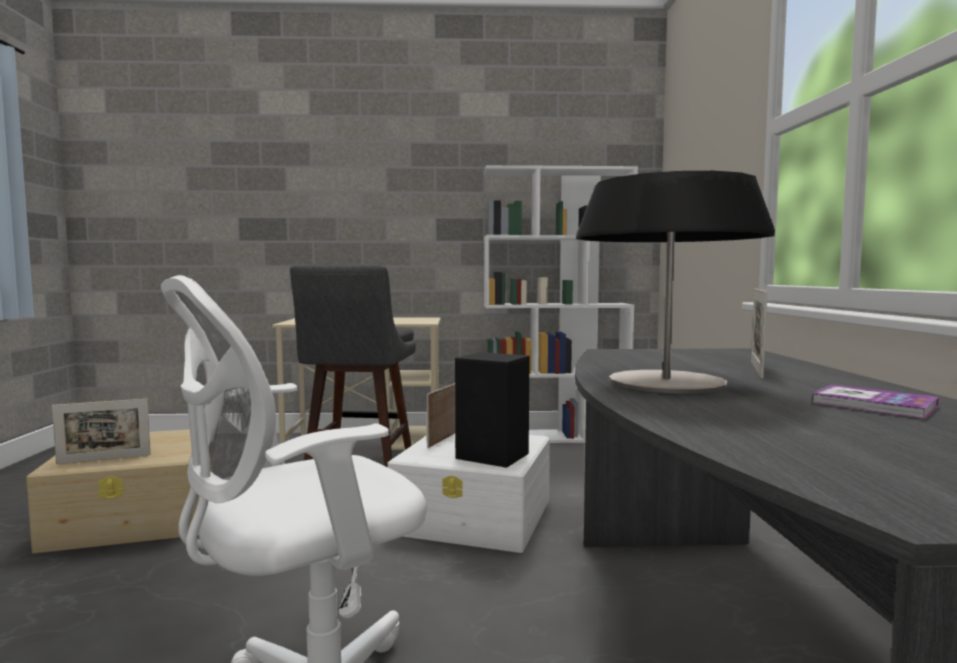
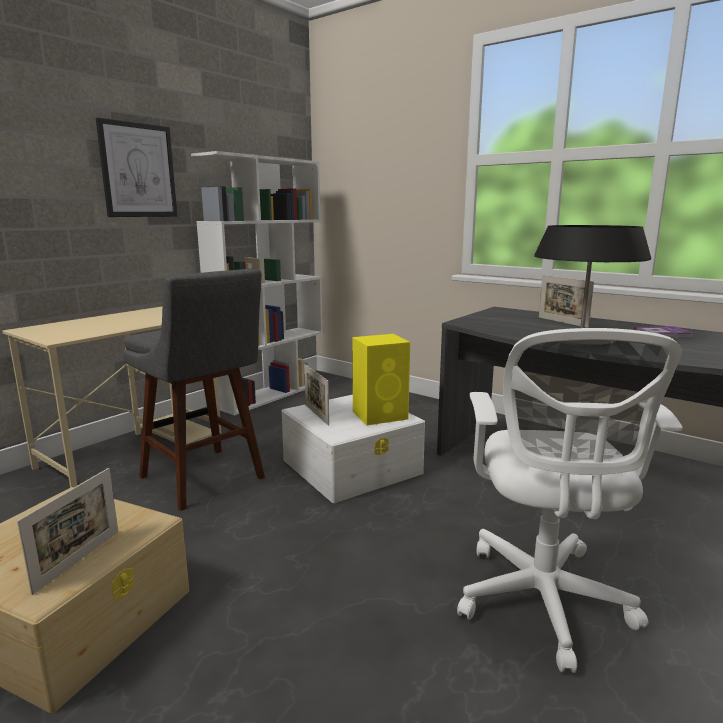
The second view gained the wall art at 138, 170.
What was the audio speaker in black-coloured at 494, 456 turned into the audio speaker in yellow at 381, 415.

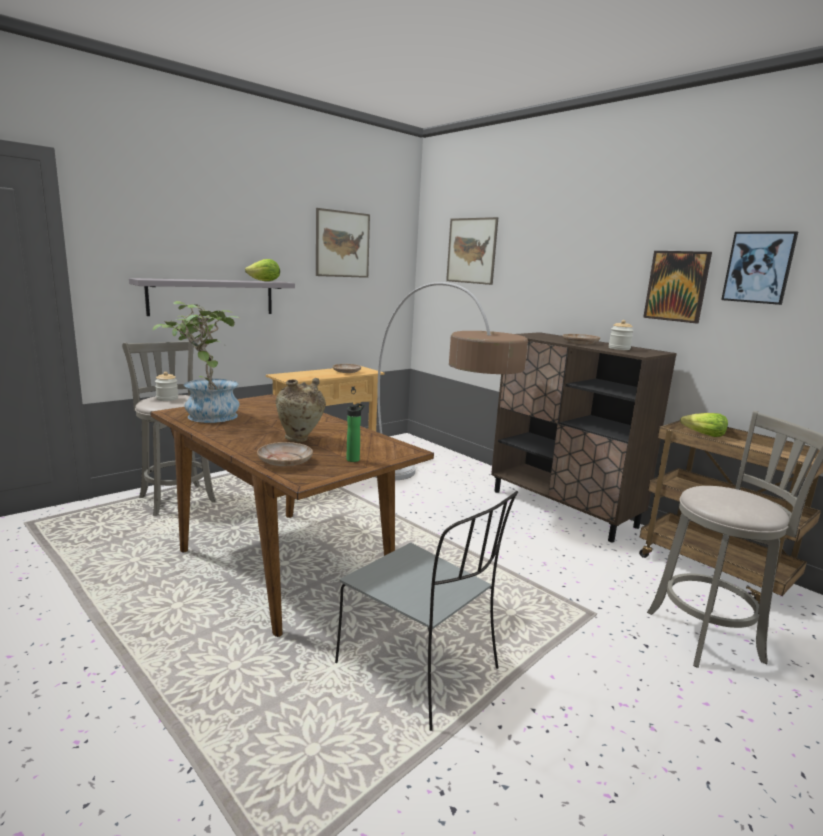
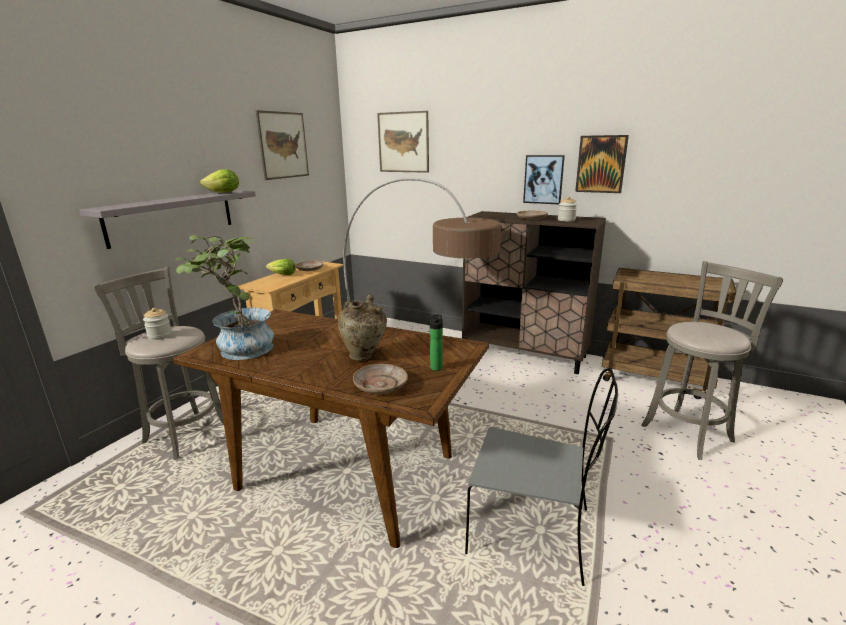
The lettuce ended up elsewhere, having gone from 703, 435 to 282, 275.
The wall art ended up elsewhere, having gone from 758, 267 to 543, 179.

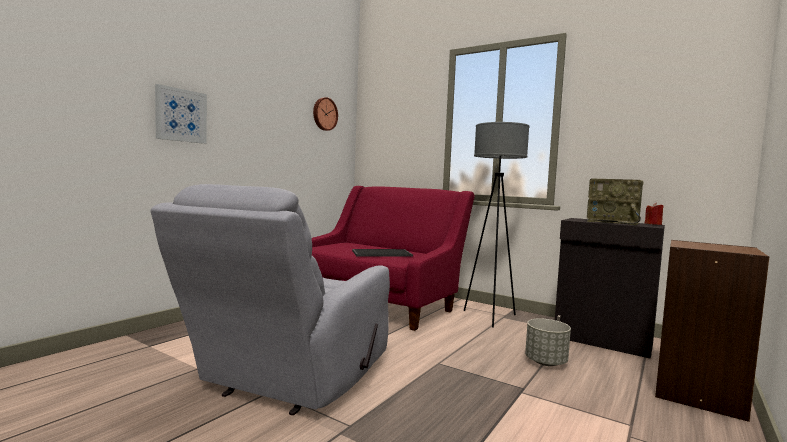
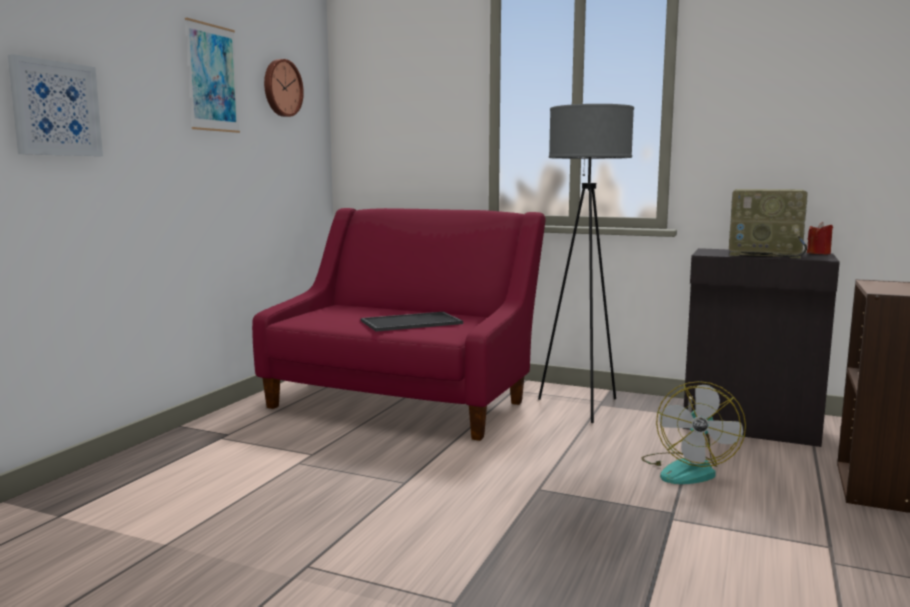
The second view lost the armchair in greyish at 289, 381.
The second view gained the wall art at 212, 78.
Where the plant pot in greyish stood at 546, 362, the cooling fan came to stand at 688, 469.

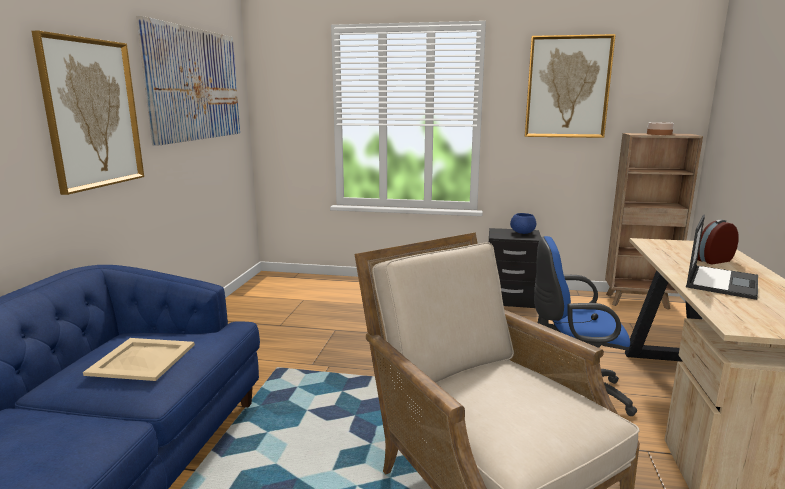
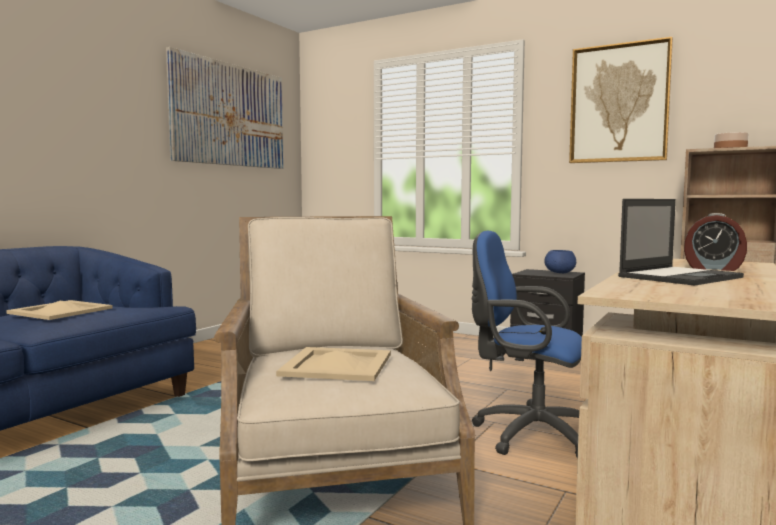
The second view lost the wall art at 92, 114.
The second view gained the carrying tray in beige-coloured at 336, 364.
The alarm clock at 712, 260 ended up facing another way, 150 degrees counterclockwise from before.

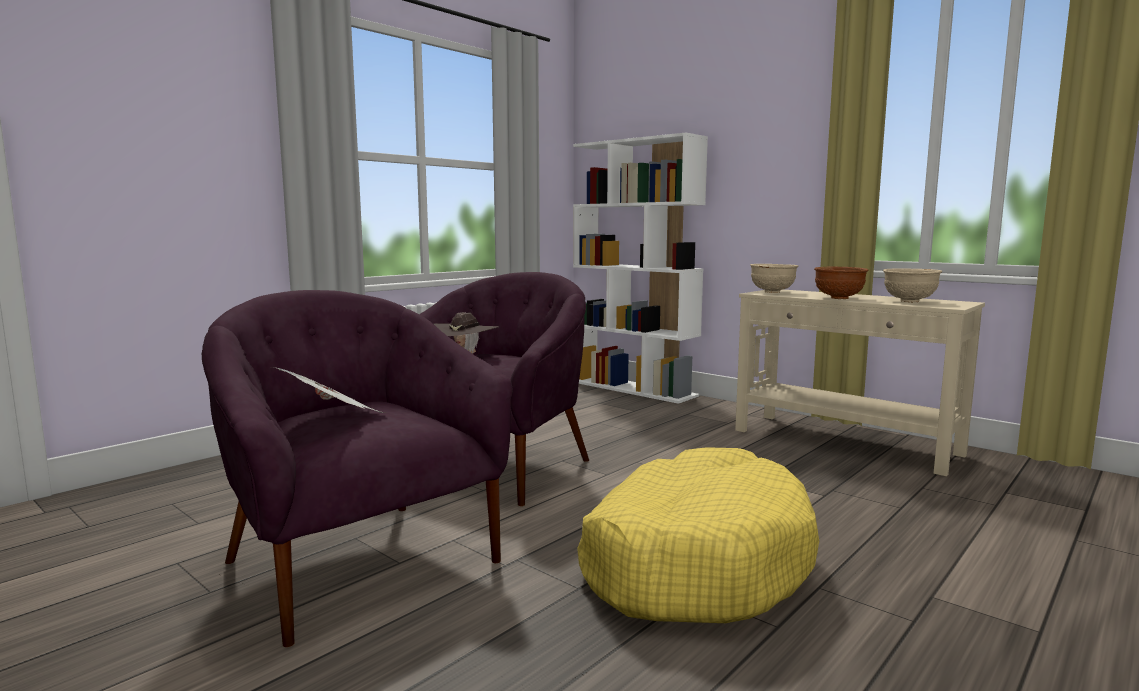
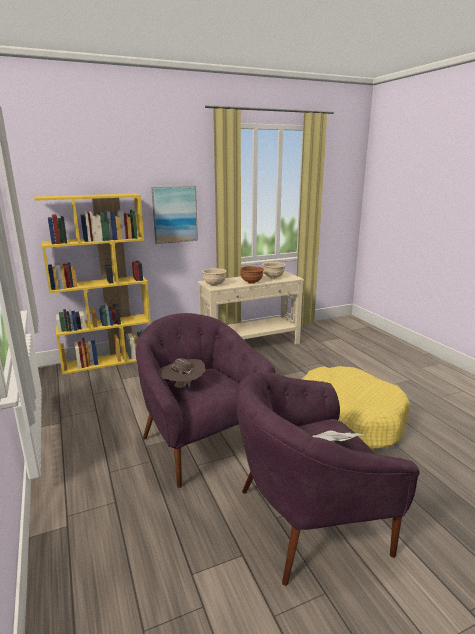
The second view gained the wall art at 175, 214.
What was the shelving unit in white-coloured at 634, 389 turned into the shelving unit in yellow at 108, 361.

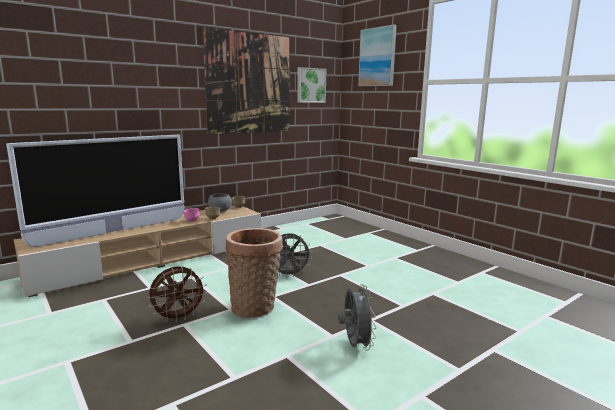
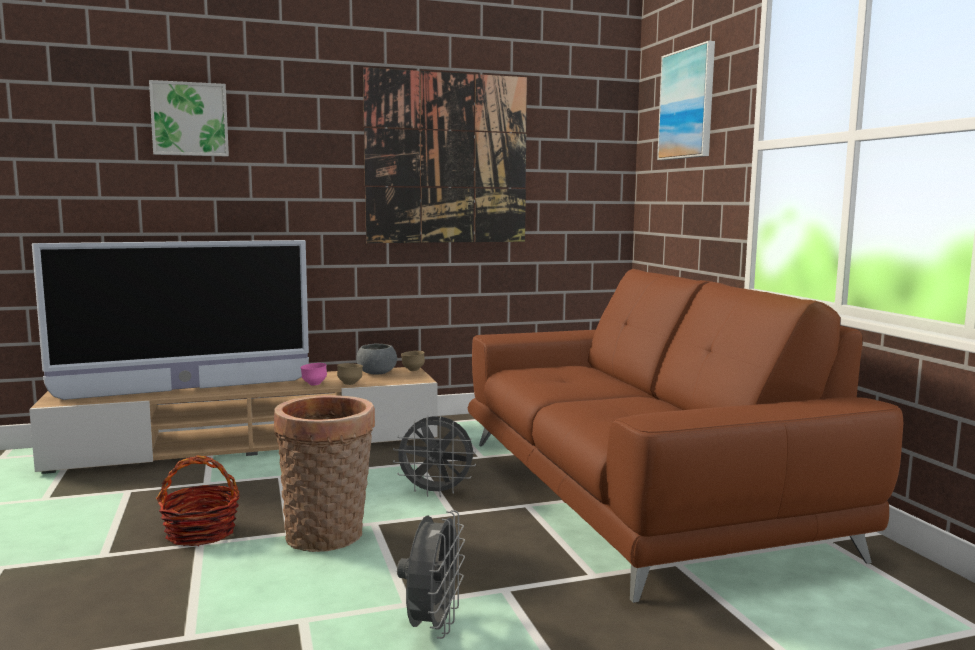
The second view gained the sofa in brown at 637, 493.
The wall art ended up elsewhere, having gone from 310, 85 to 190, 119.
Where the cooling fan in brown stood at 178, 317, the storage basket came to stand at 201, 533.

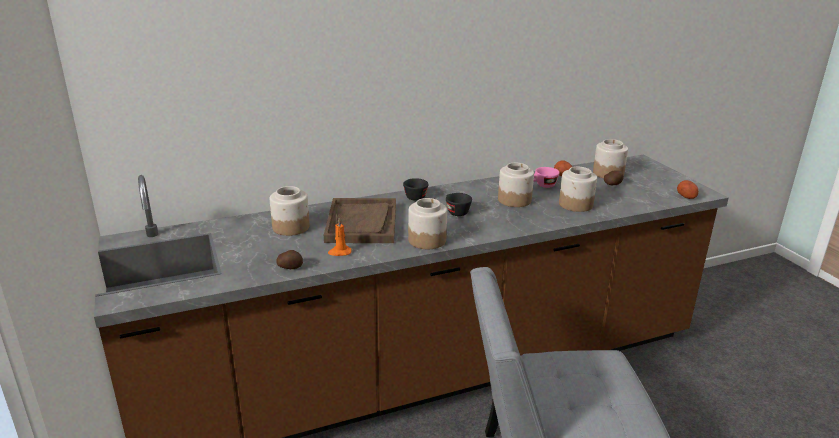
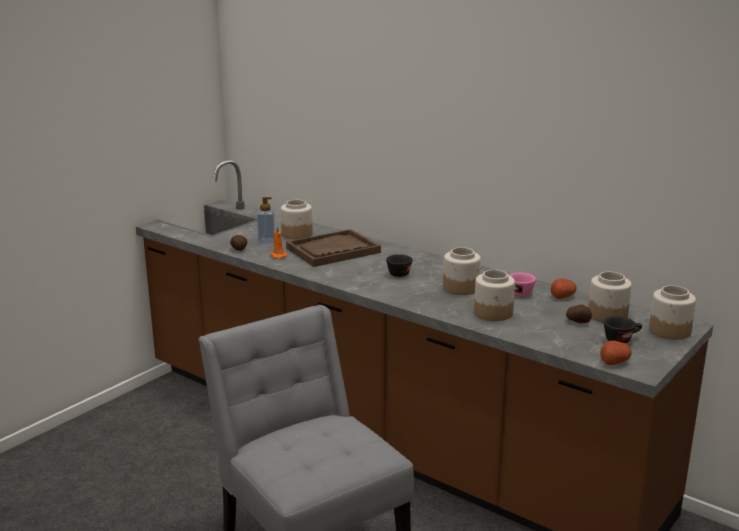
The second view gained the soap bottle at 266, 241.
The cup in black-coloured ended up elsewhere, having gone from 416, 196 to 621, 339.
The storage jar ended up elsewhere, having gone from 427, 240 to 670, 331.

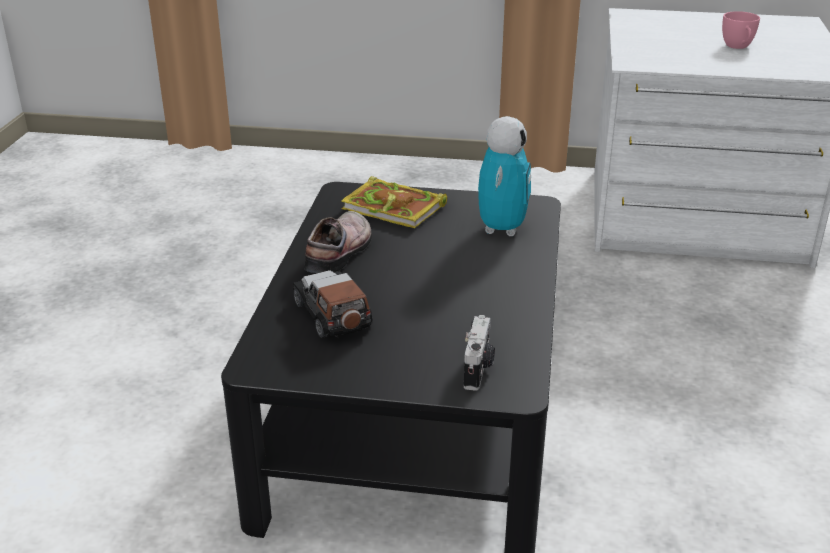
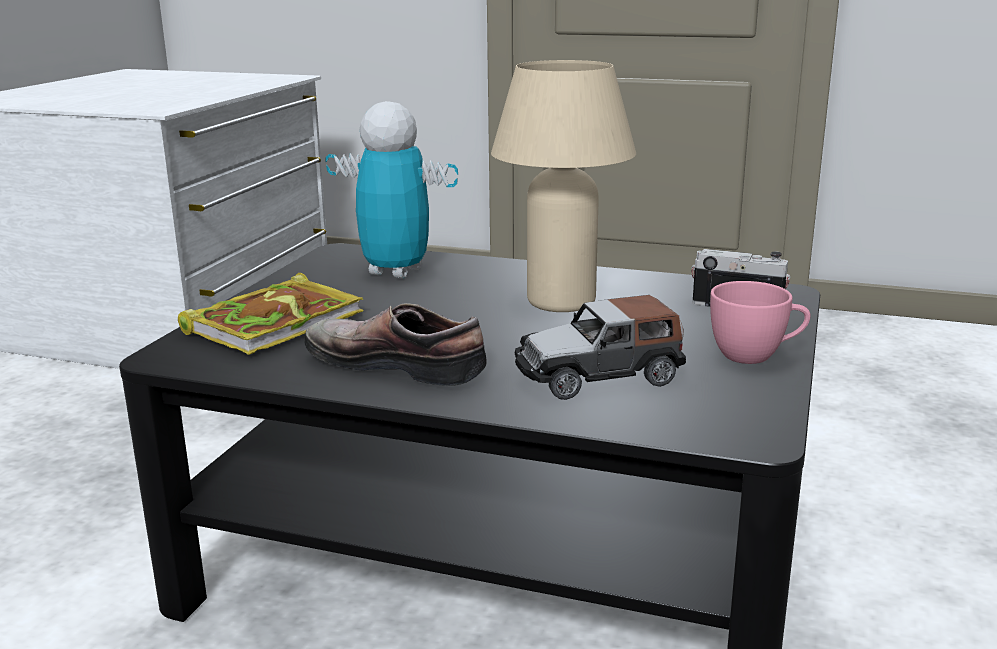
The second view gained the table lamp in beige-coloured at 561, 302.
The cup in pink-coloured ended up elsewhere, having gone from 738, 47 to 756, 356.

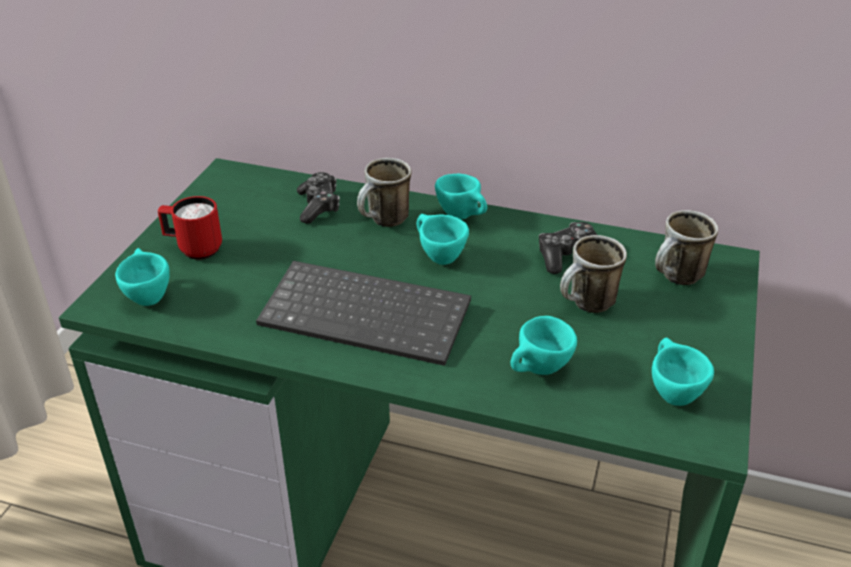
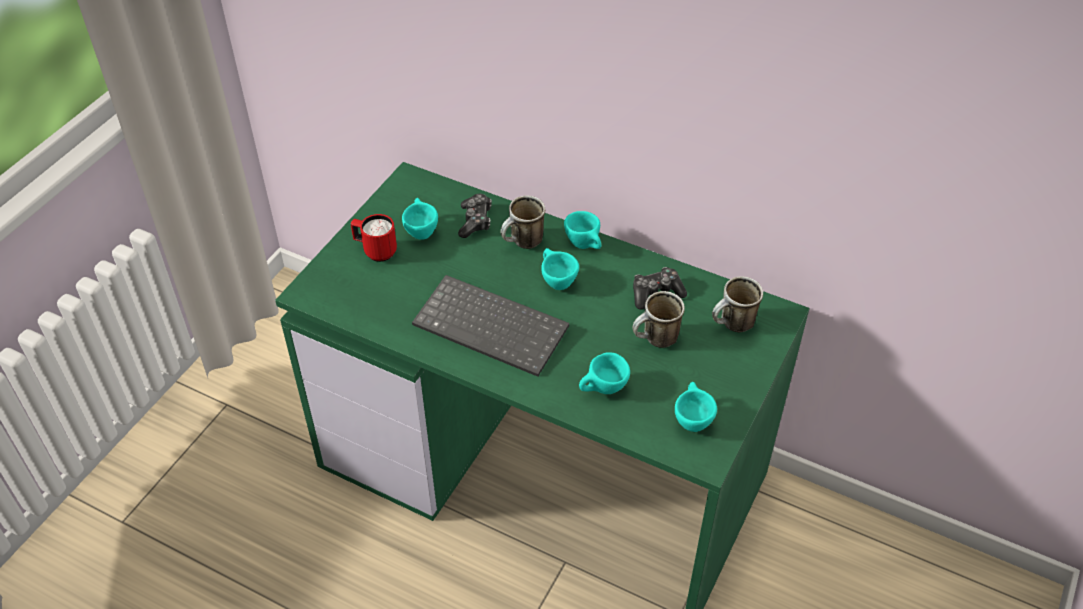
The cup in blue-green ended up elsewhere, having gone from 147, 296 to 420, 231.

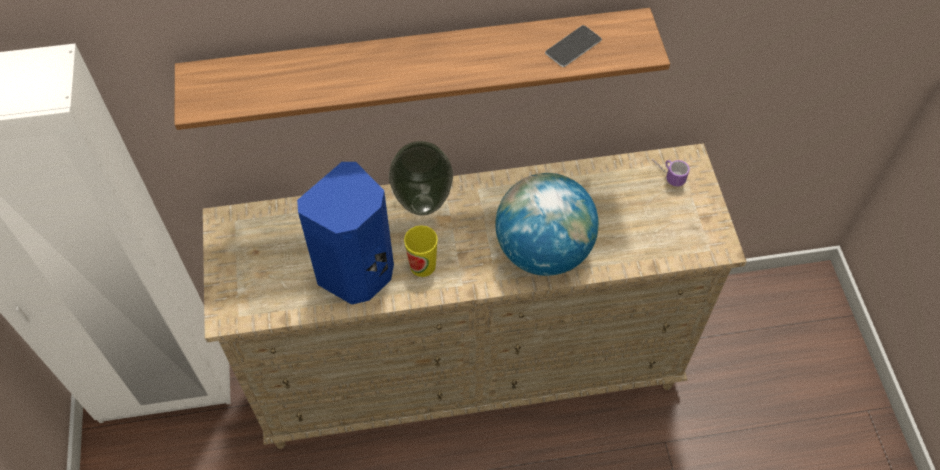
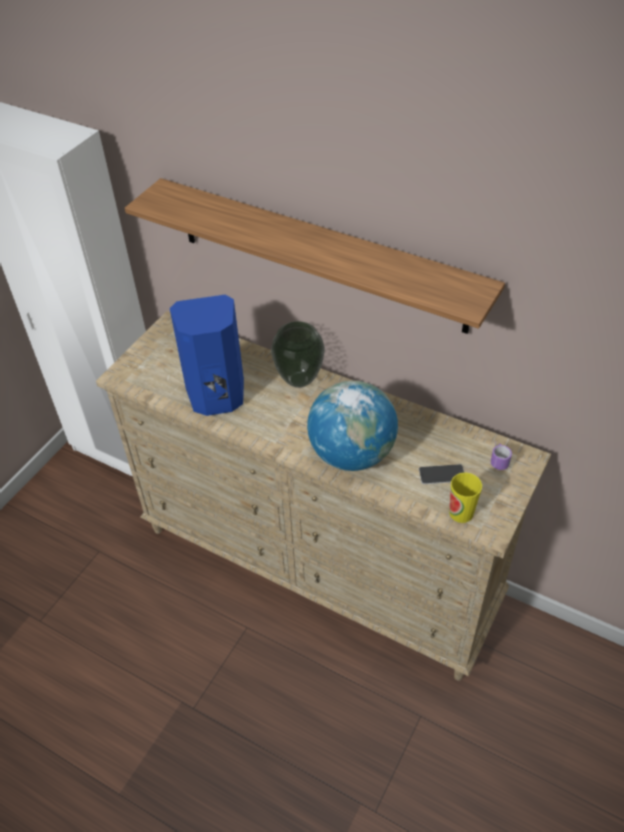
The cup ended up elsewhere, having gone from 422, 265 to 461, 513.
The handset ended up elsewhere, having gone from 573, 46 to 442, 474.

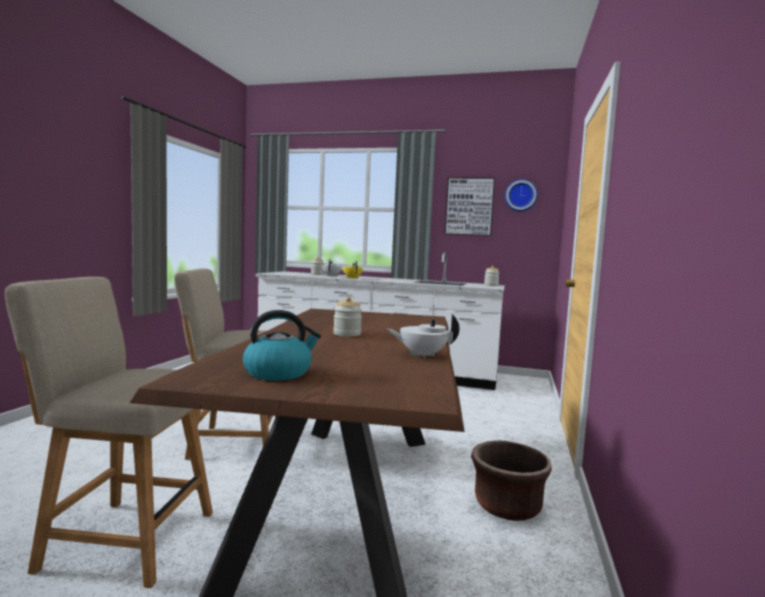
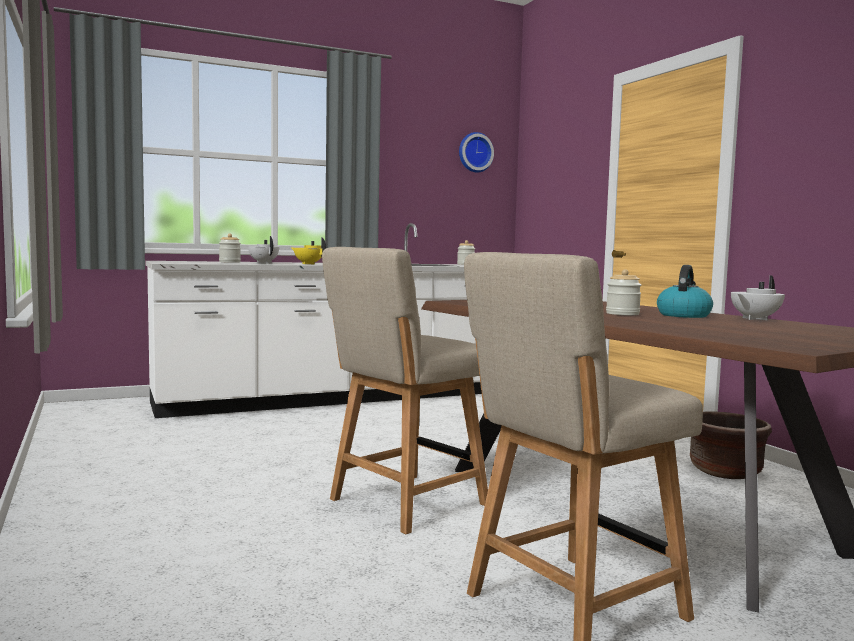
The second view lost the wall art at 469, 206.
The water kettle ended up elsewhere, having gone from 279, 373 to 683, 315.

